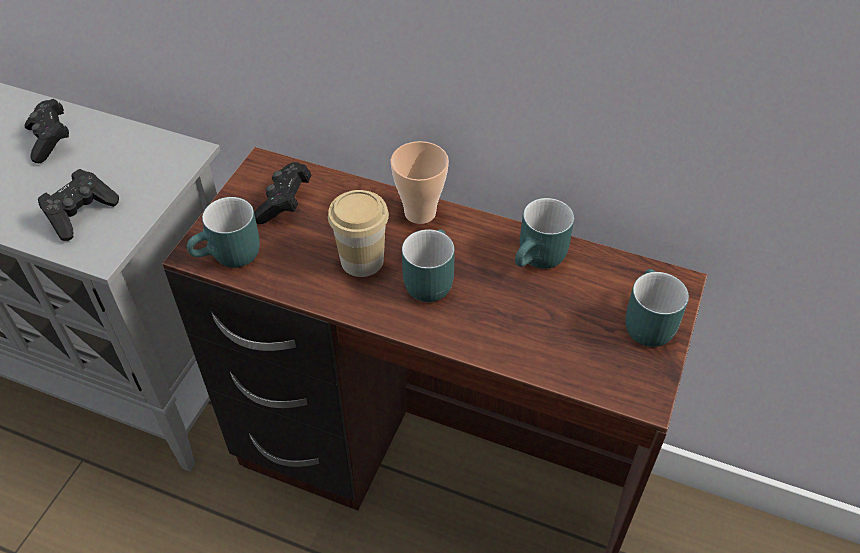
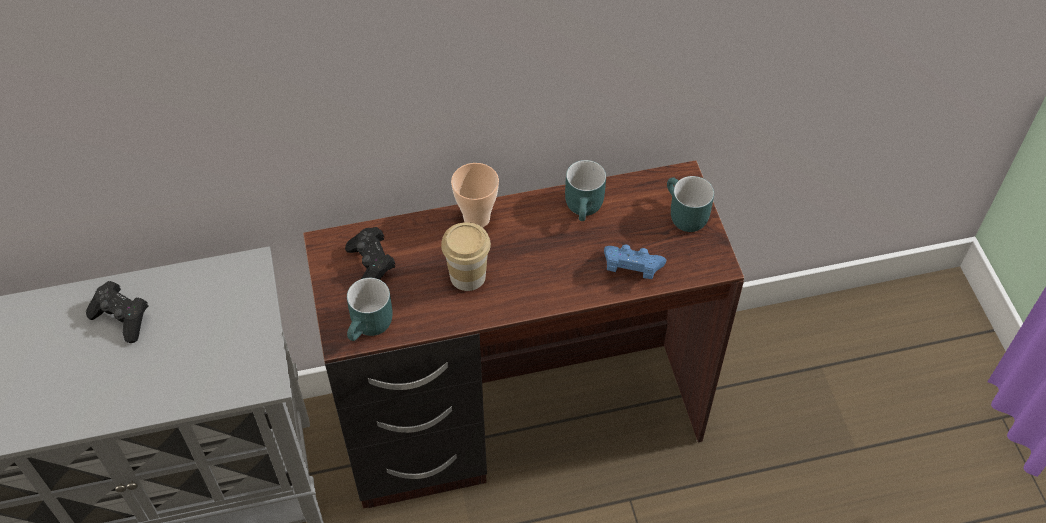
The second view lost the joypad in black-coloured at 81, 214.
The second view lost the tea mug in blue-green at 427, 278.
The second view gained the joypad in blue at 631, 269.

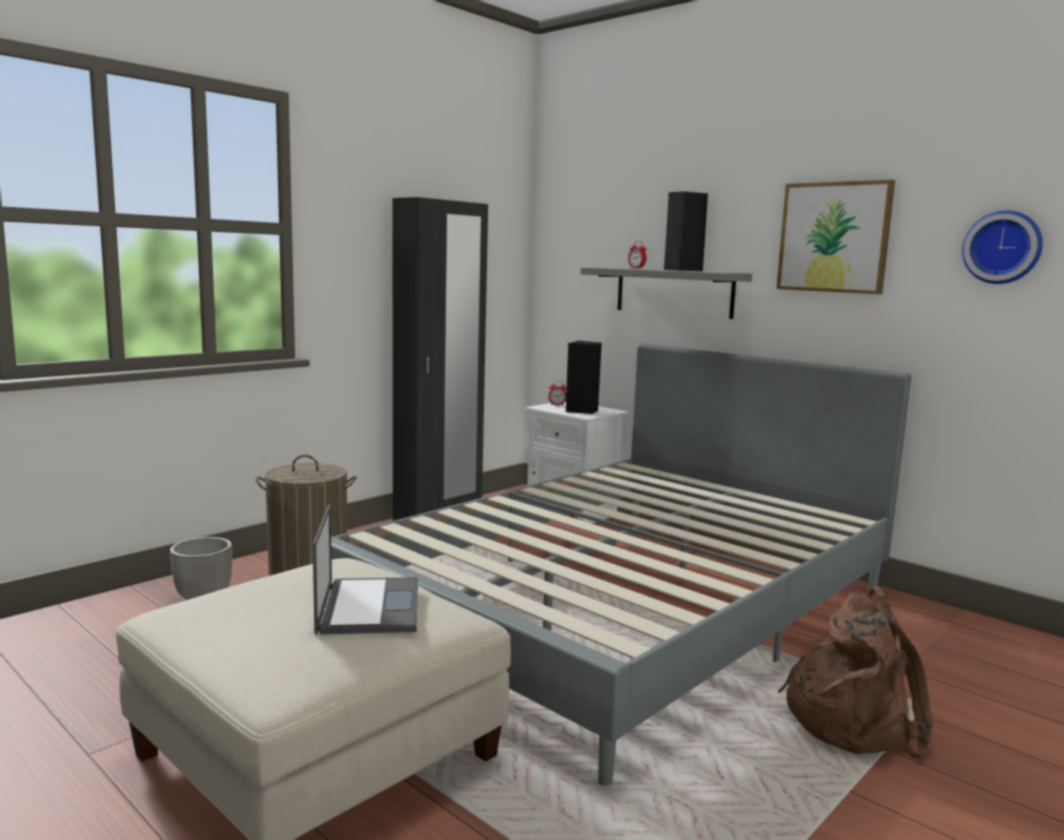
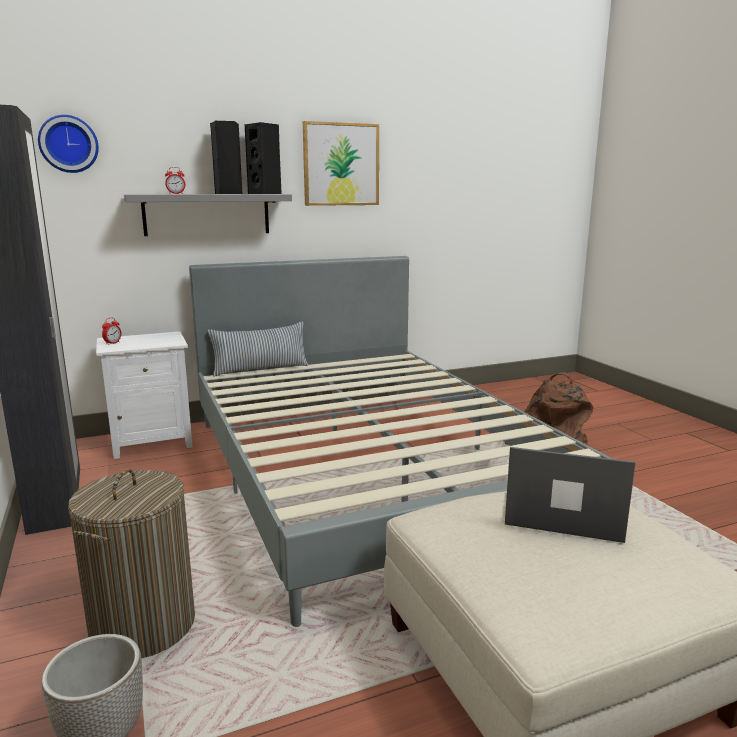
The second view gained the throw pillow at 260, 369.
The audio speaker in black-coloured ended up elsewhere, having gone from 582, 411 to 265, 193.
The hanging clock ended up elsewhere, having gone from 1003, 247 to 69, 144.

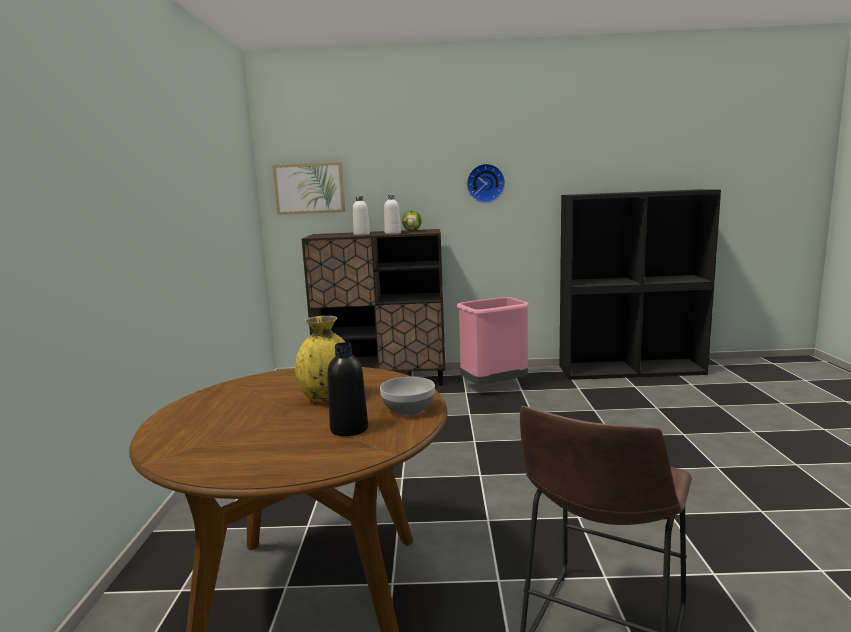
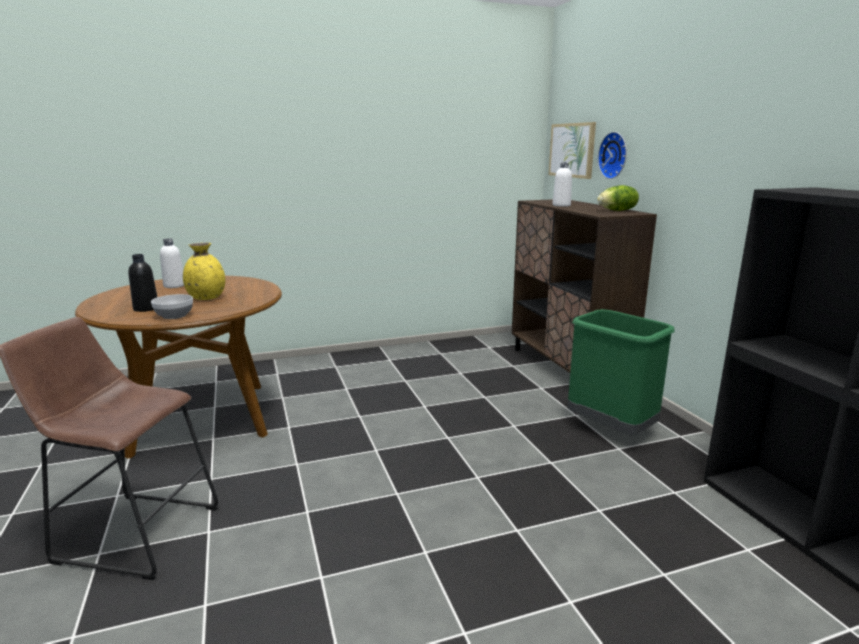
The beverage bottle in white-coloured ended up elsewhere, having gone from 392, 233 to 174, 286.
The hanging clock ended up elsewhere, having gone from 485, 183 to 615, 155.
What was the trash can in pink-coloured at 494, 387 turned into the trash can in green at 611, 429.

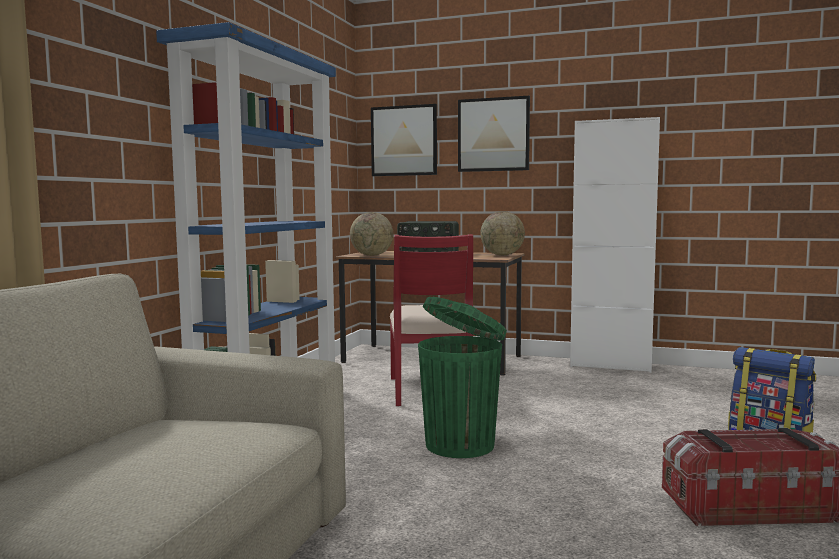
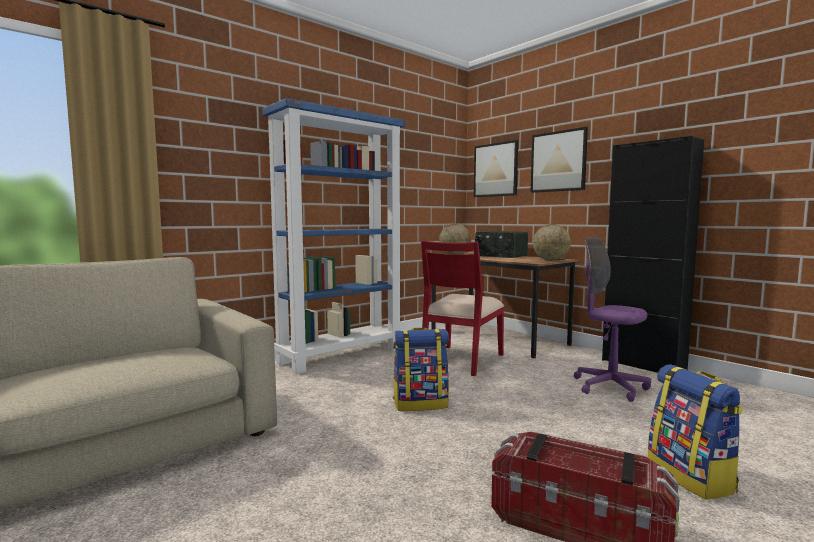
The second view gained the computer chair in purplish at 609, 387.
Where the trash can in green stood at 461, 444, the backpack came to stand at 421, 403.
What was the cupboard in white-coloured at 611, 365 turned into the cupboard in black-coloured at 643, 365.

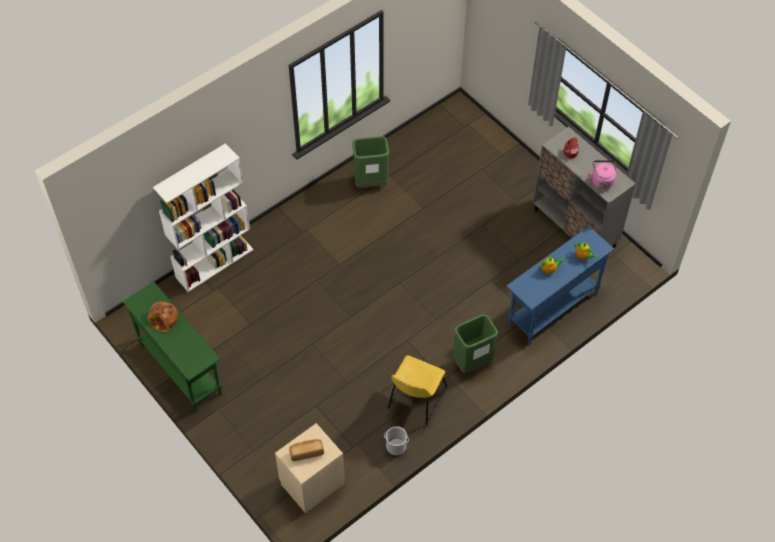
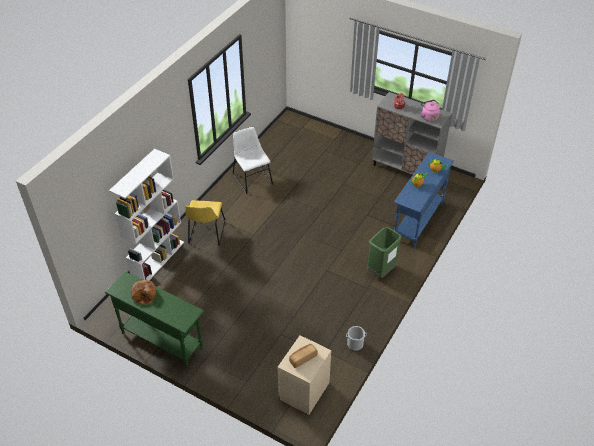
The chair in yellow ended up elsewhere, having gone from 416, 400 to 206, 233.
Where the trash can in green stood at 371, 182, the chair in white-coloured came to stand at 251, 177.

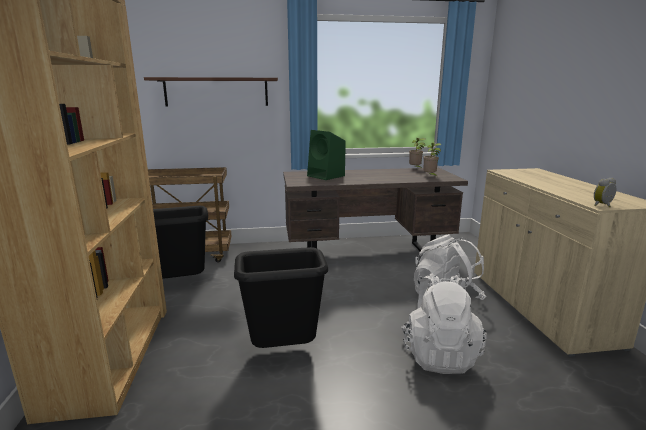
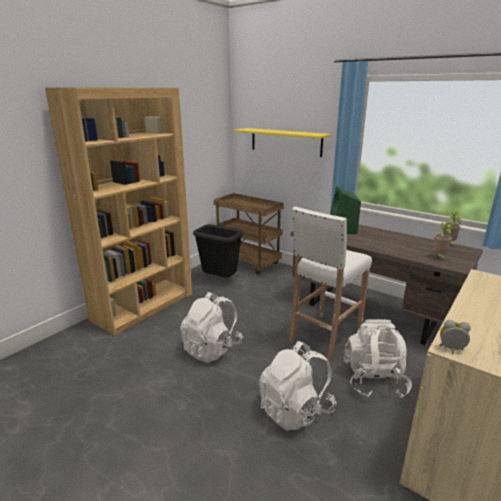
The second view gained the stool in white-coloured at 324, 337.
Where the trash can in black-coloured stood at 284, 351, the backpack in white-coloured came to stand at 212, 349.
What was the wall shelf in brown at 216, 92 turned into the wall shelf in yellow at 285, 142.

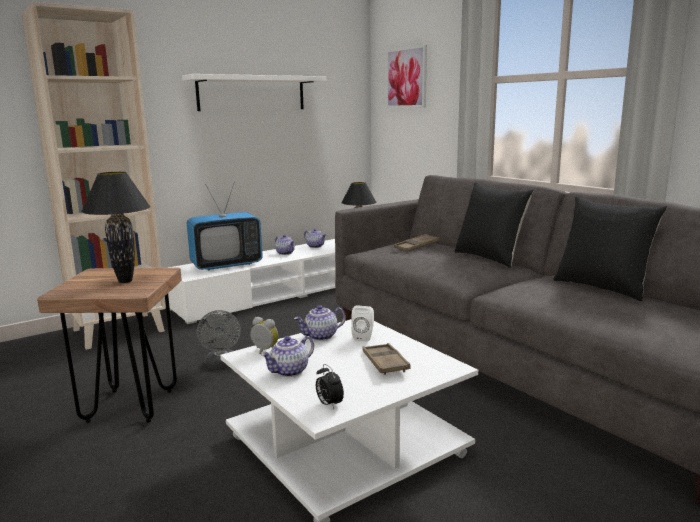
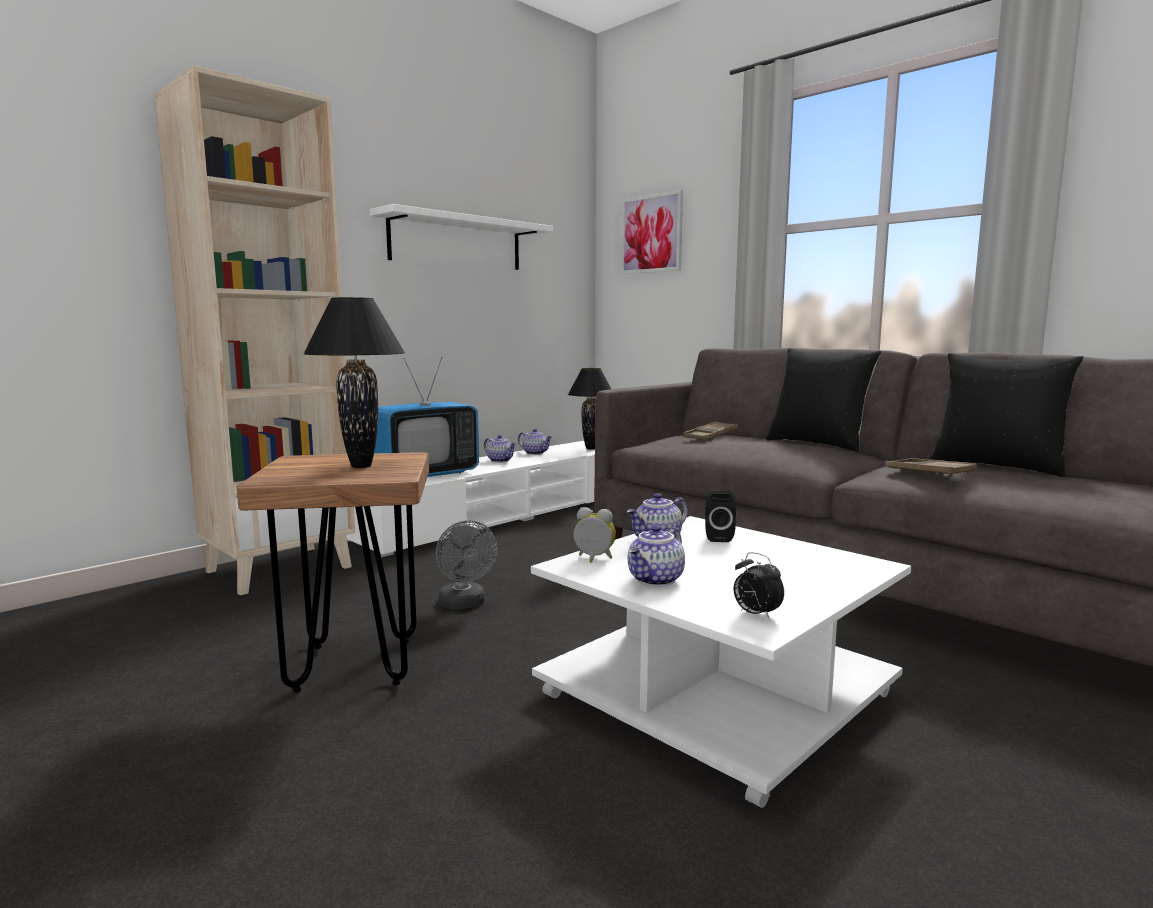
The carrying tray in brown ended up elsewhere, having gone from 385, 363 to 928, 472.
What was the audio speaker in white-coloured at 364, 337 turned into the audio speaker in black-coloured at 718, 537.

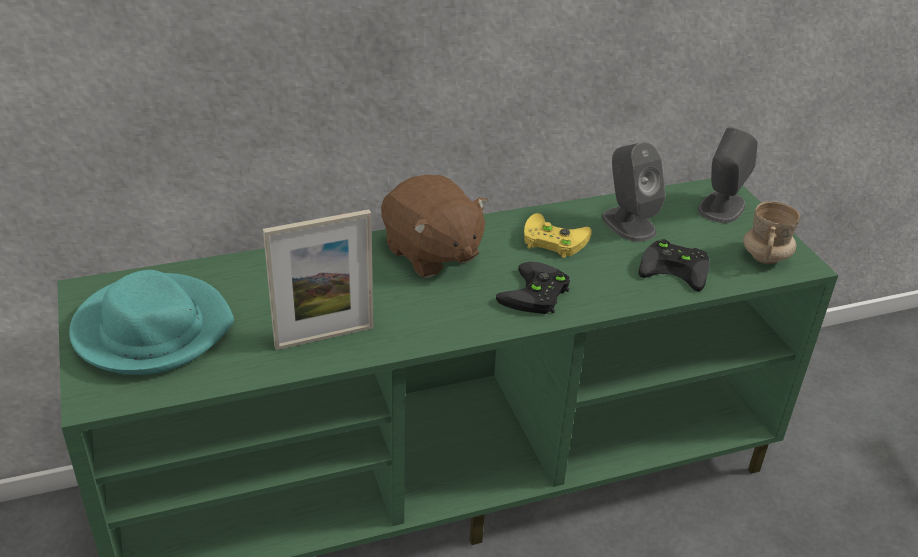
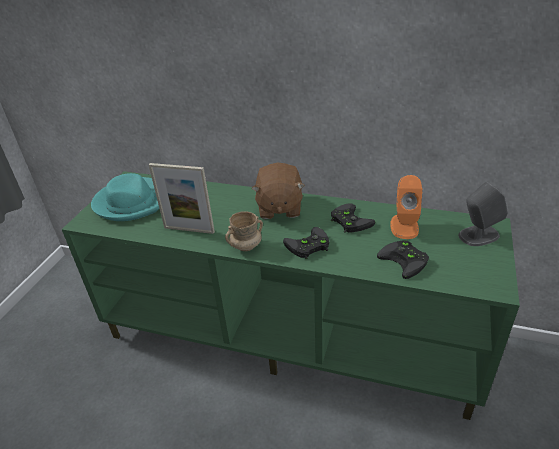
The tea mug in beige-coloured ended up elsewhere, having gone from 765, 257 to 246, 246.
What was the joypad in yellow at 551, 240 turned into the joypad in black-coloured at 349, 221.
What was the audio speaker in greyish at 628, 224 turned into the audio speaker in orange at 404, 226.

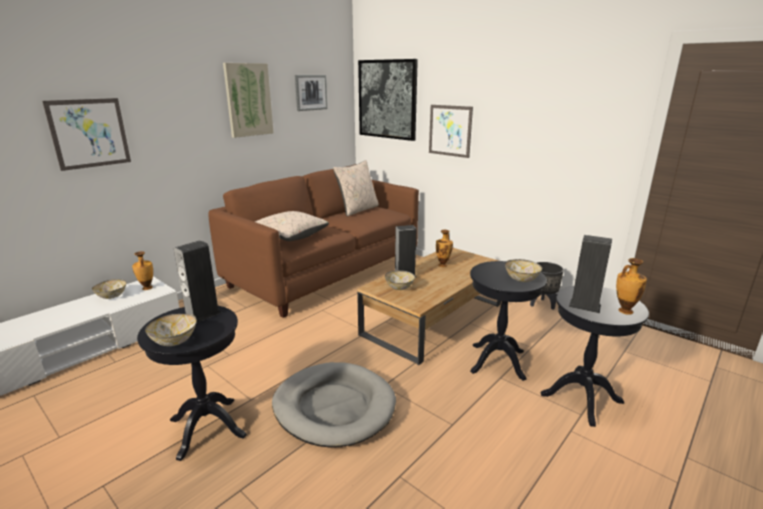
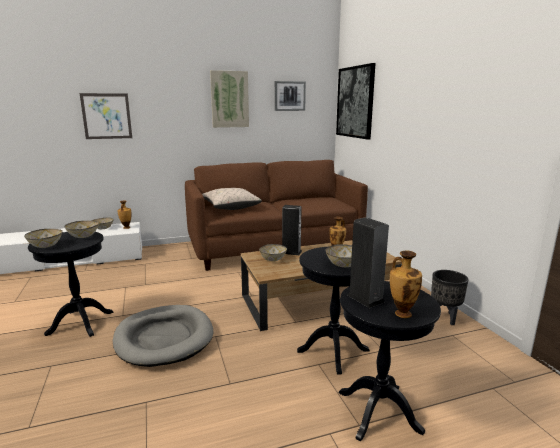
The second view lost the throw pillow in beige-coloured at 358, 210.
The second view lost the wall art at 450, 130.
Where the audio speaker stood at 202, 315, the deep dish came to stand at 84, 236.

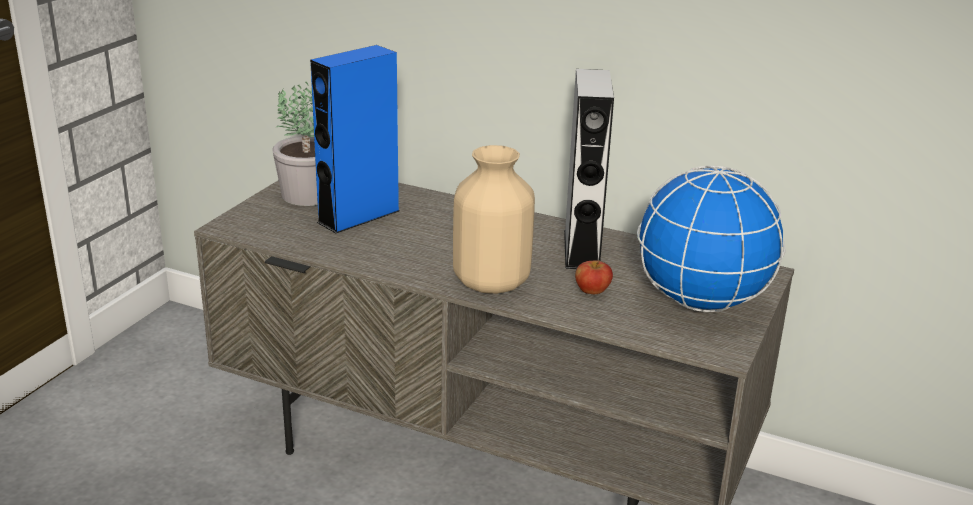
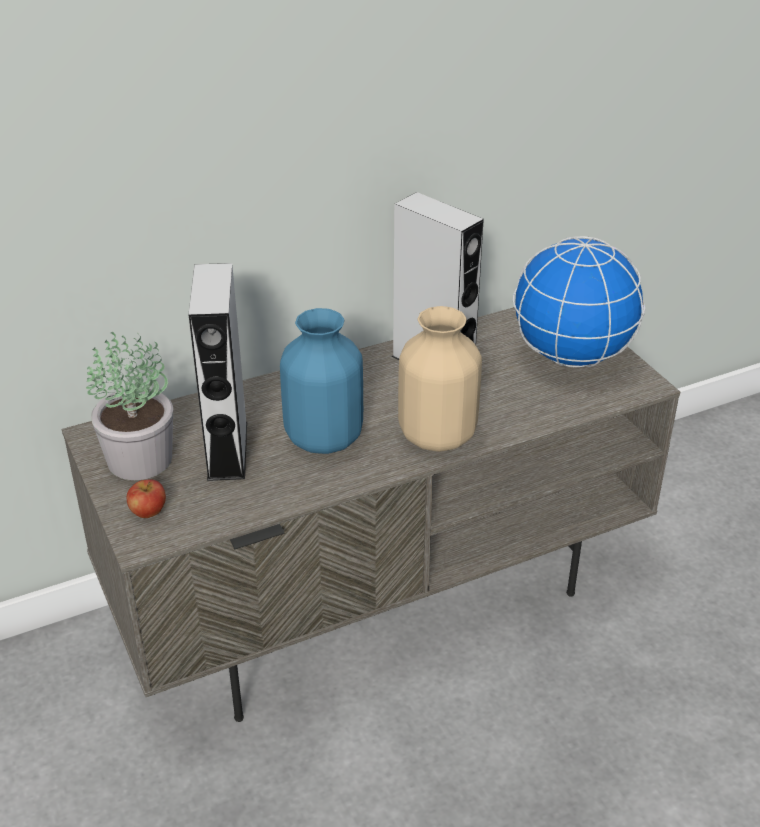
The second view gained the vase in blue at 323, 438.
The apple ended up elsewhere, having gone from 592, 291 to 148, 512.
What was the audio speaker in blue at 358, 216 turned into the audio speaker in greyish at 227, 450.

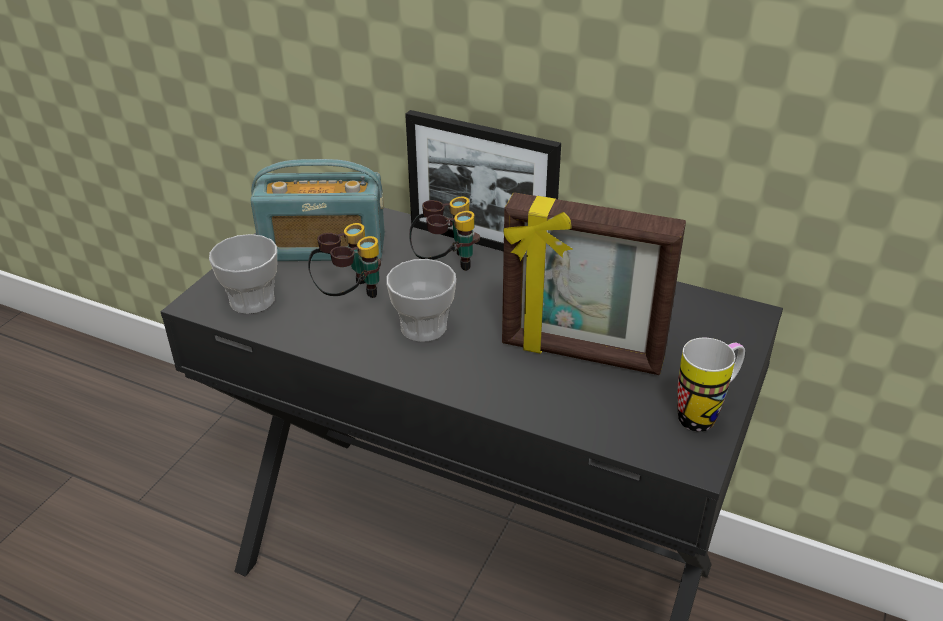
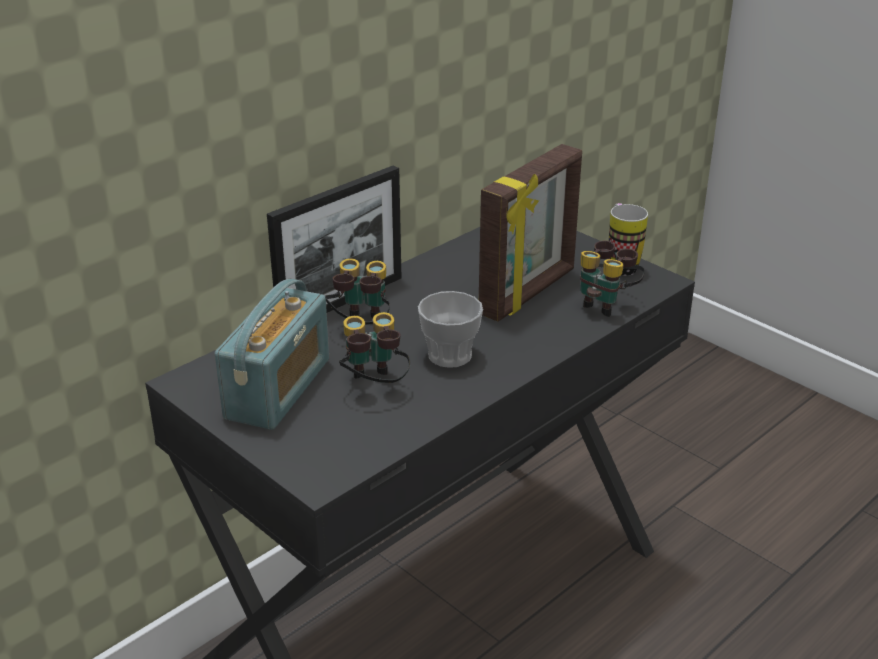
The second view lost the cup at 252, 300.
The second view gained the field glasses at 606, 304.

